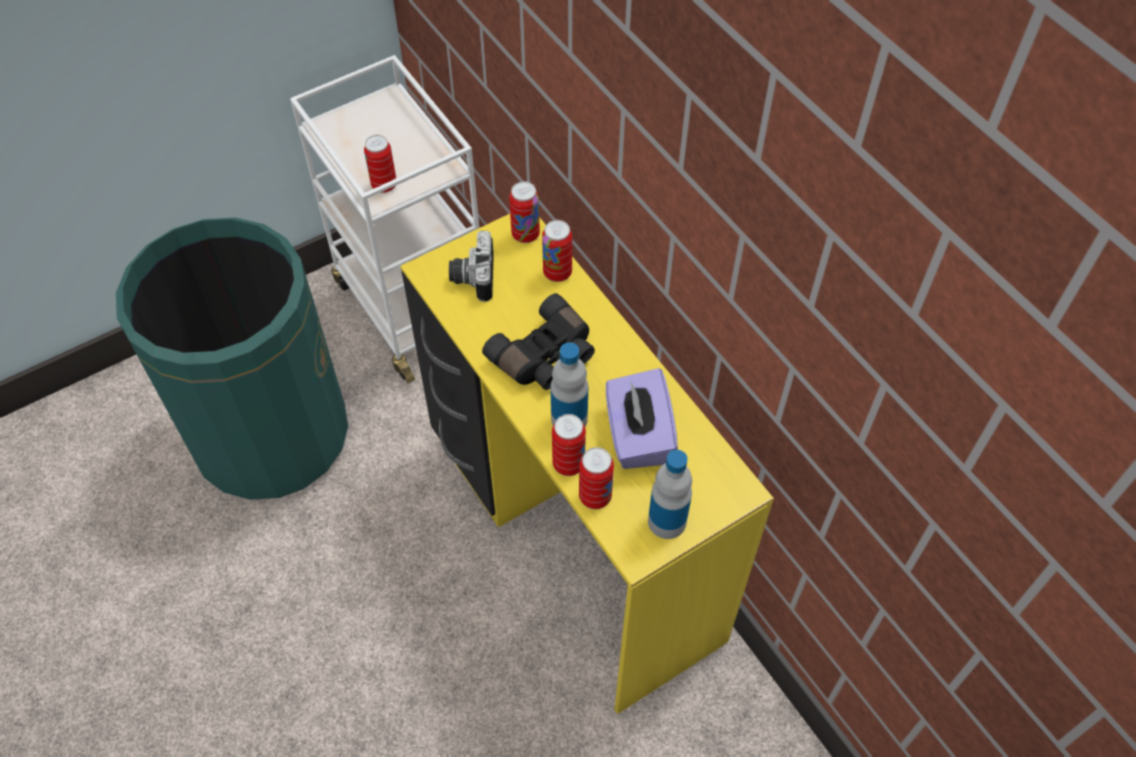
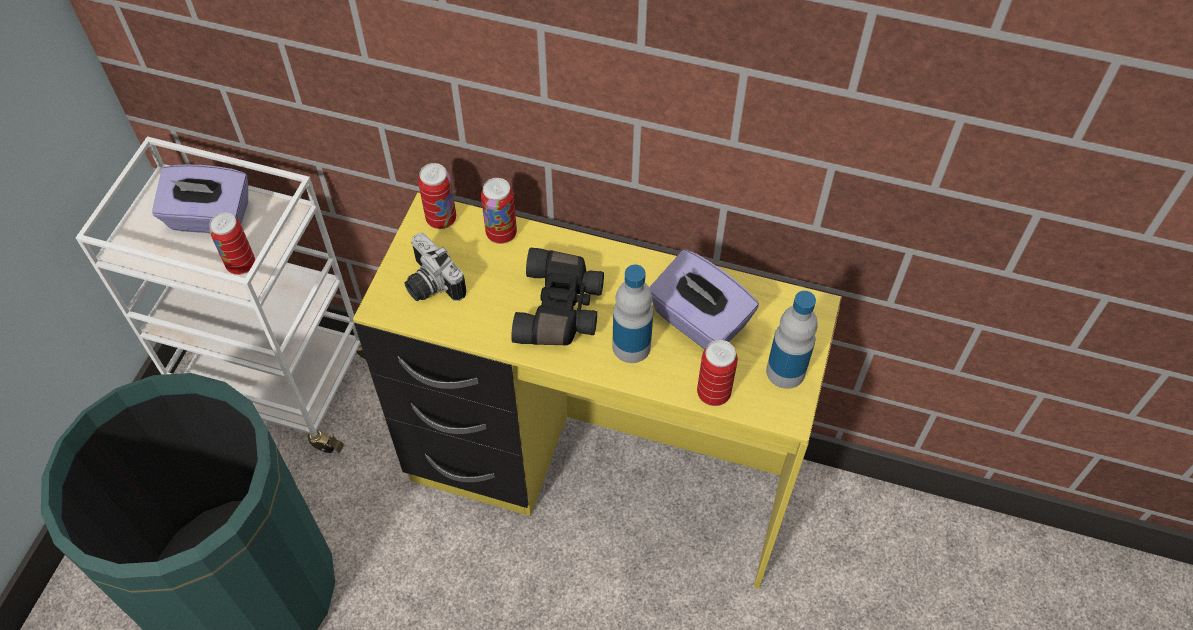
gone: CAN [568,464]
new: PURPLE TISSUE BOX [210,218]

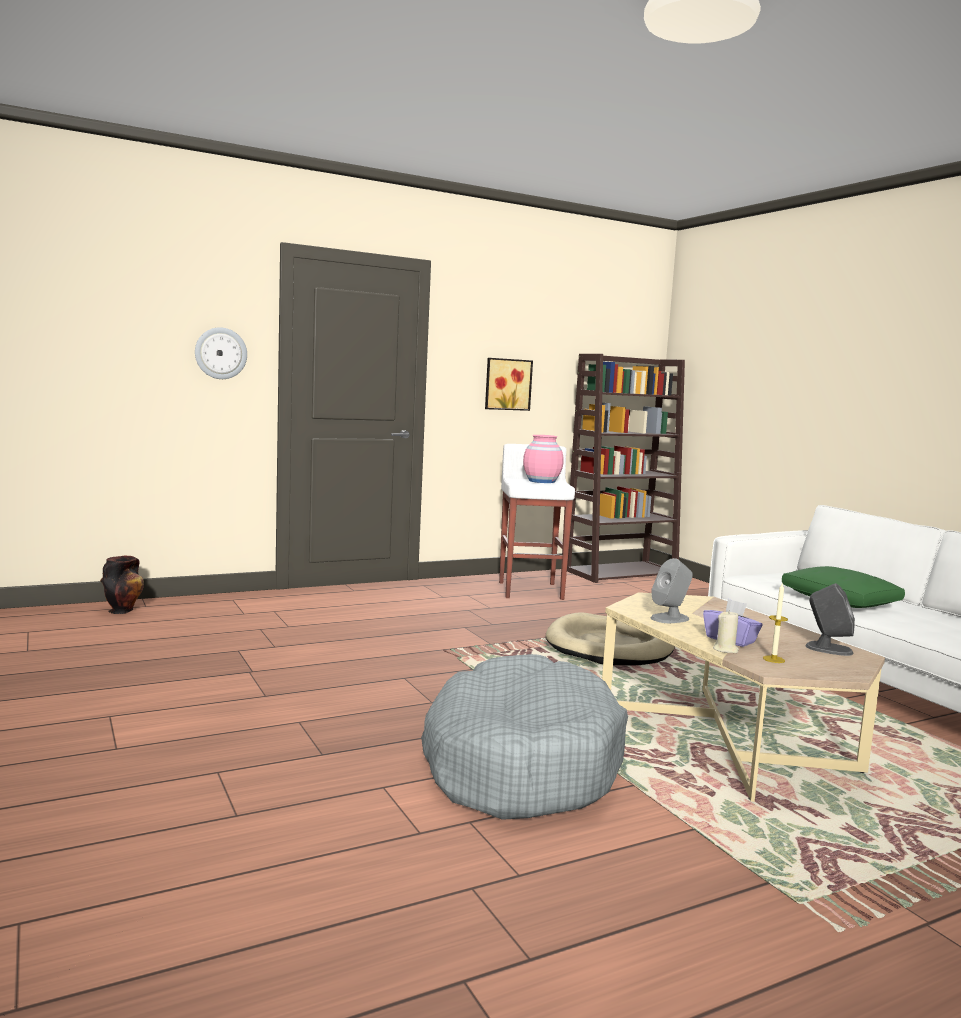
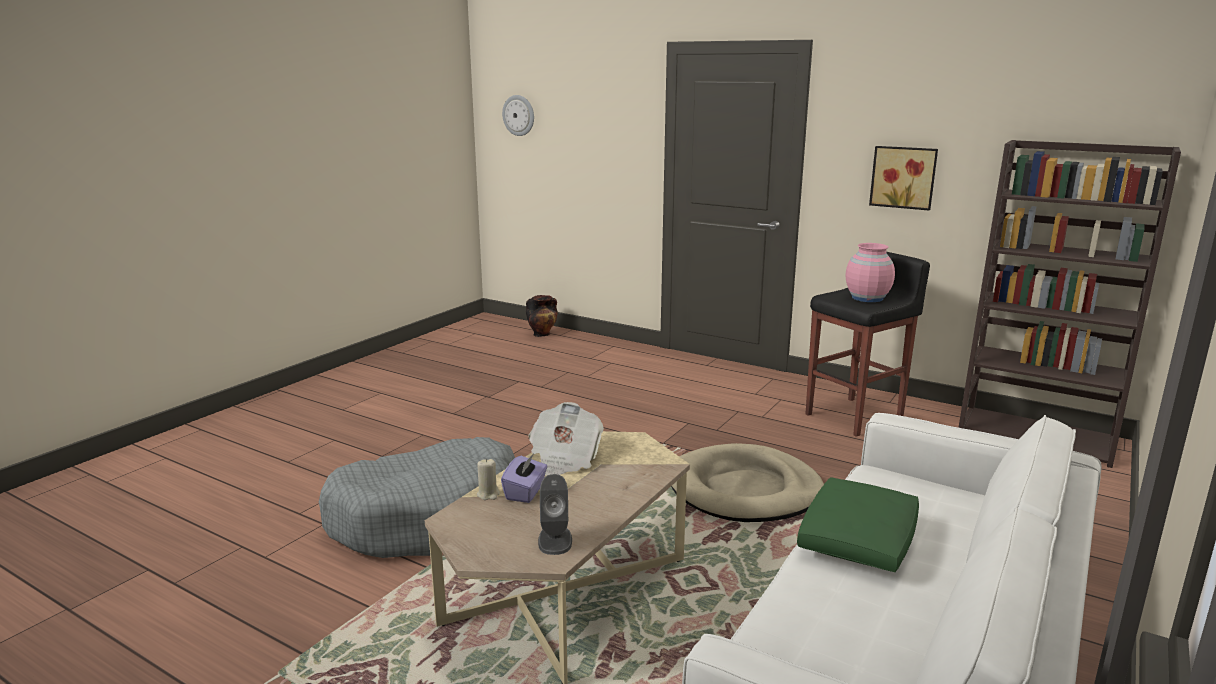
gone: CANDLE [773,659]
shifted: WALL CLOCK [221,353] to [519,115]
swapped: GREY SPEAKER [670,618] to NEWSPAPER [564,458]
repainted: WHITE STOOL [531,590] to BLACK STOOL [855,416]

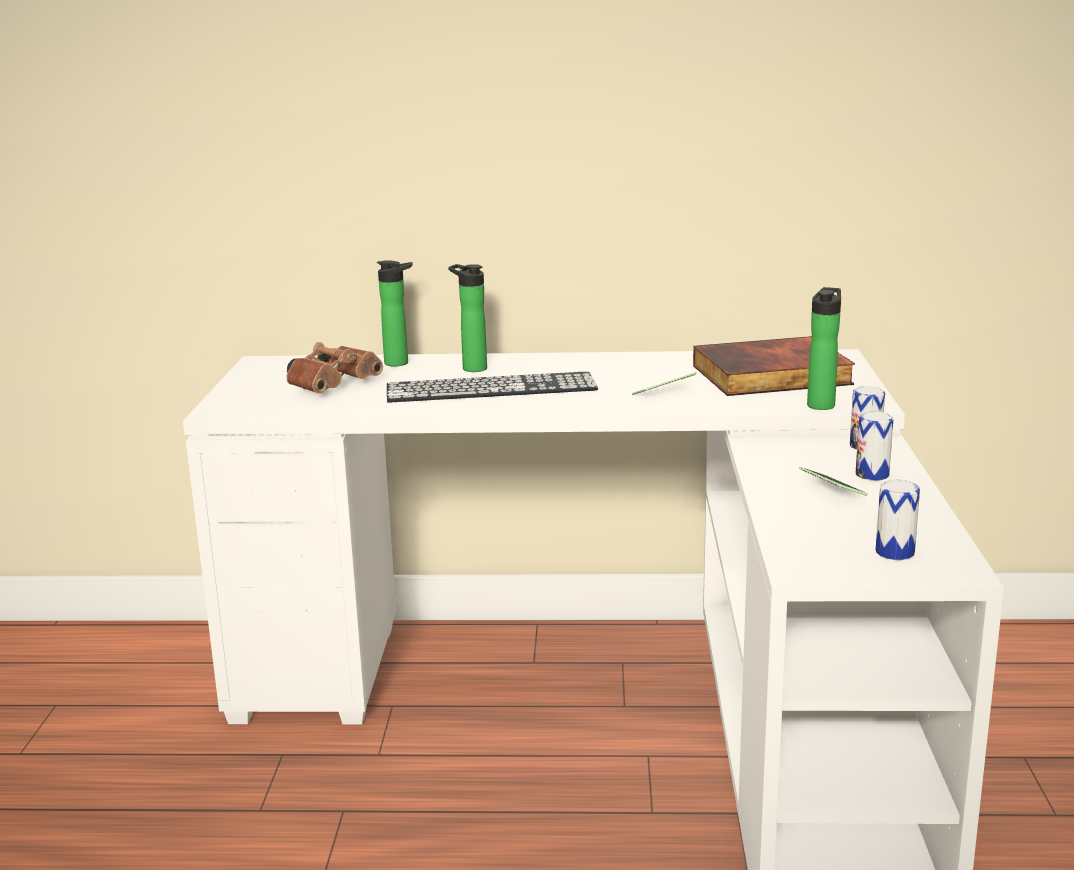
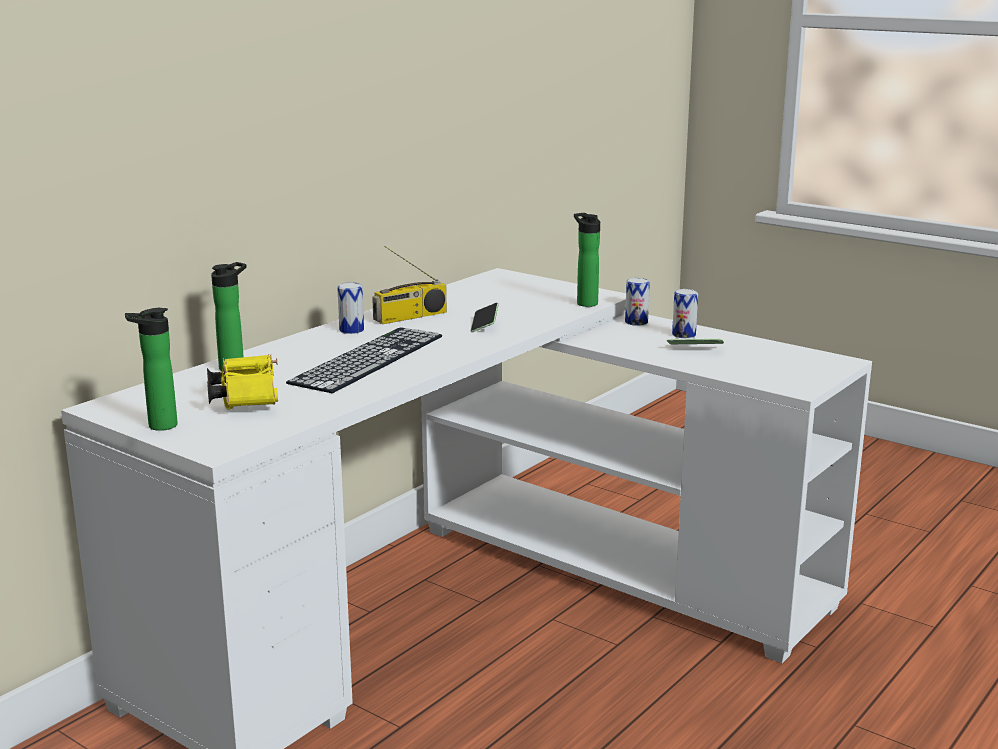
gone: BOOK [771,376]
new: RADIO [410,317]
shifted: BOTTLE [471,368] to [158,426]; CAN [894,552] to [351,330]
repainted: BROWN BINOCULARS [335,386] to YELLOW BINOCULARS [245,399]

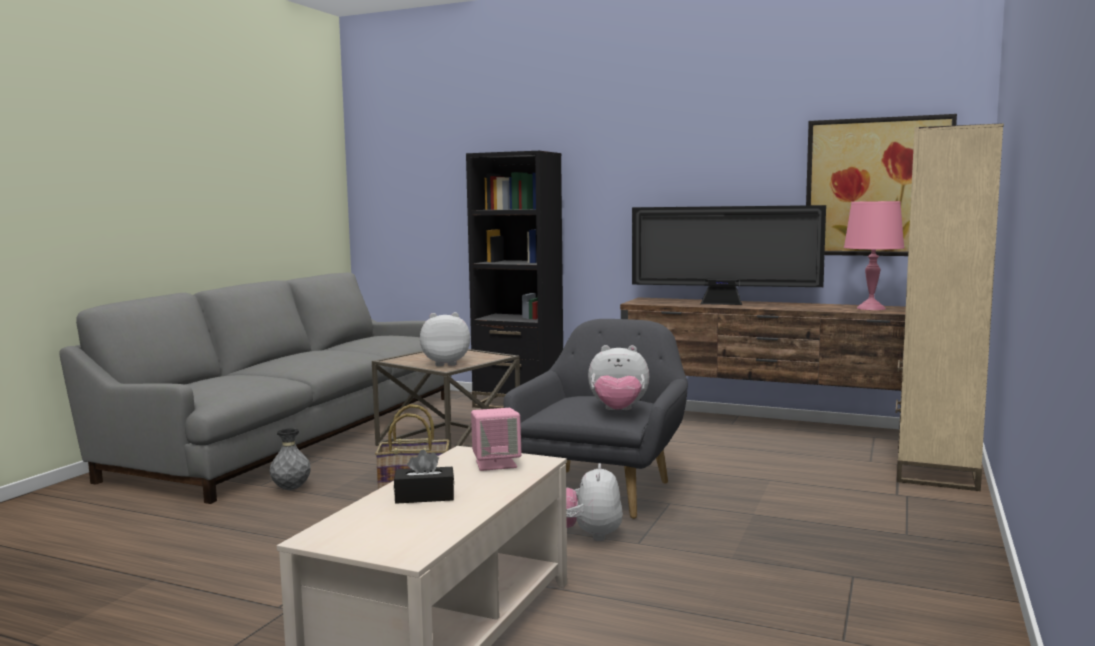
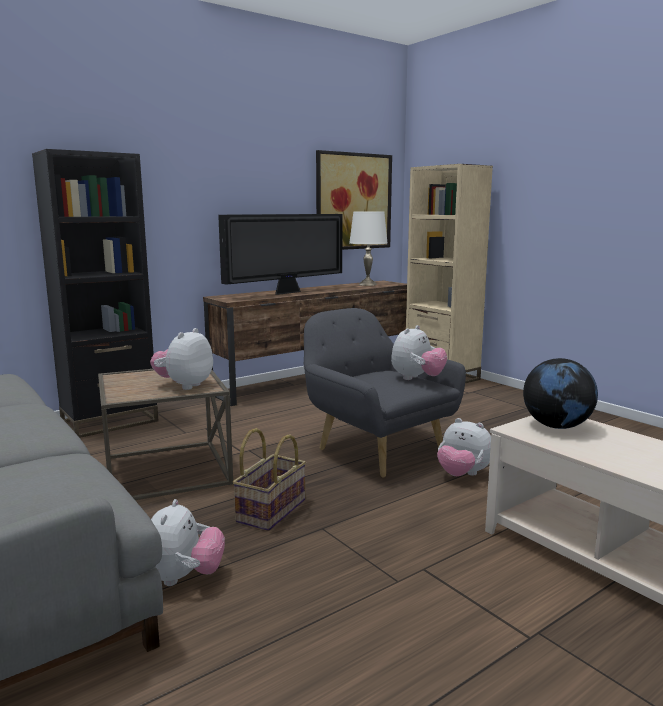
gone: BLACK TISSUE BOX [424,496]
swapped: GREY VASE [291,489] to PLUSH TOY [184,578]; PINK SPEAKER [496,464] to GLOBE [557,426]
repainted: PINK TABLE LAMP [870,308] to WHITE TABLE LAMP [367,284]

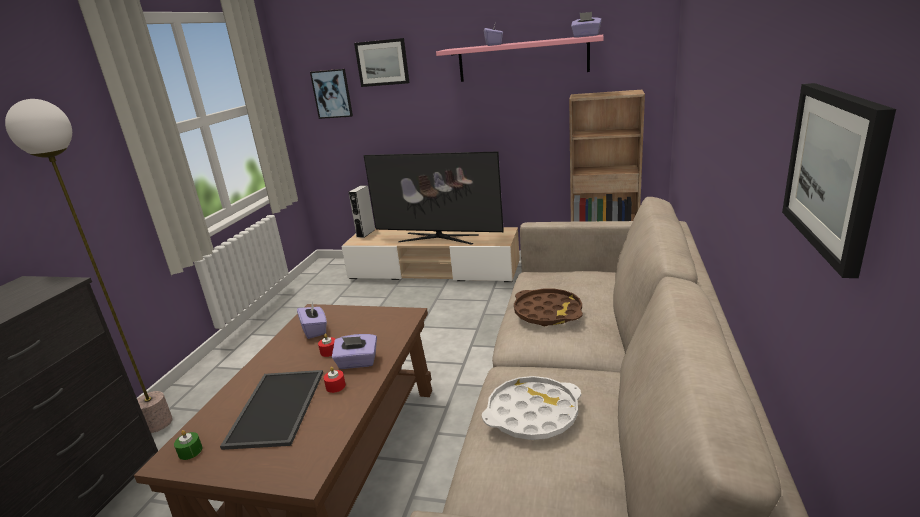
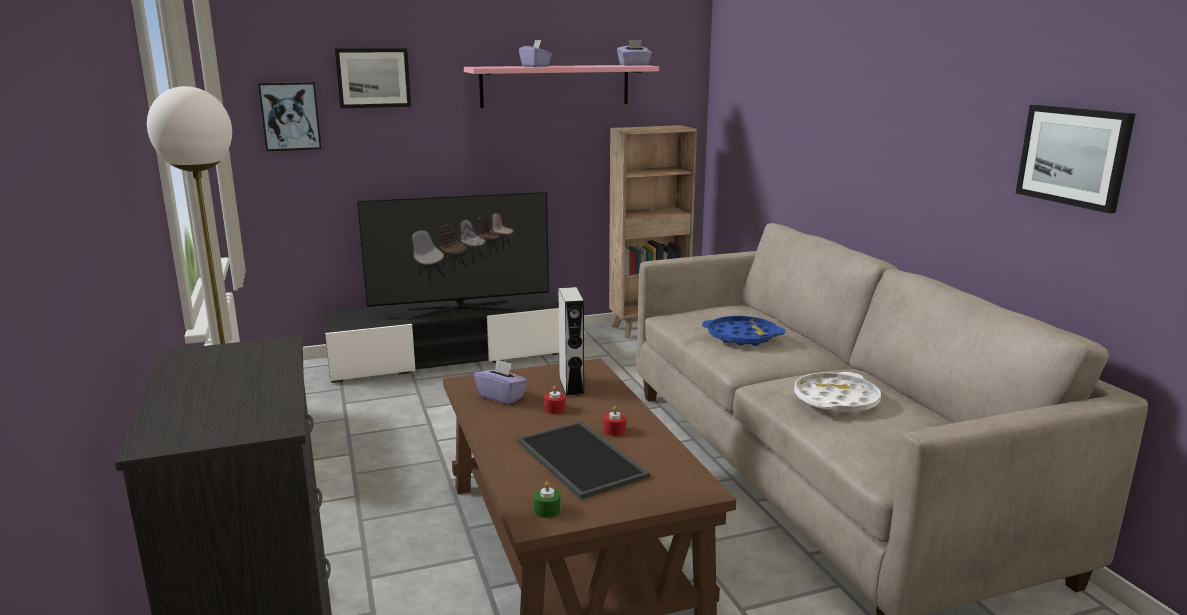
gone: PURPLE TISSUE BOX [357,362]
shifted: GREY SPEAKER [366,233] to [571,386]
repainted: BEIGE TV STAND [433,270] to BLACK TV STAND [447,357]; BROWN TRAY [547,312] to BLUE TRAY [742,337]

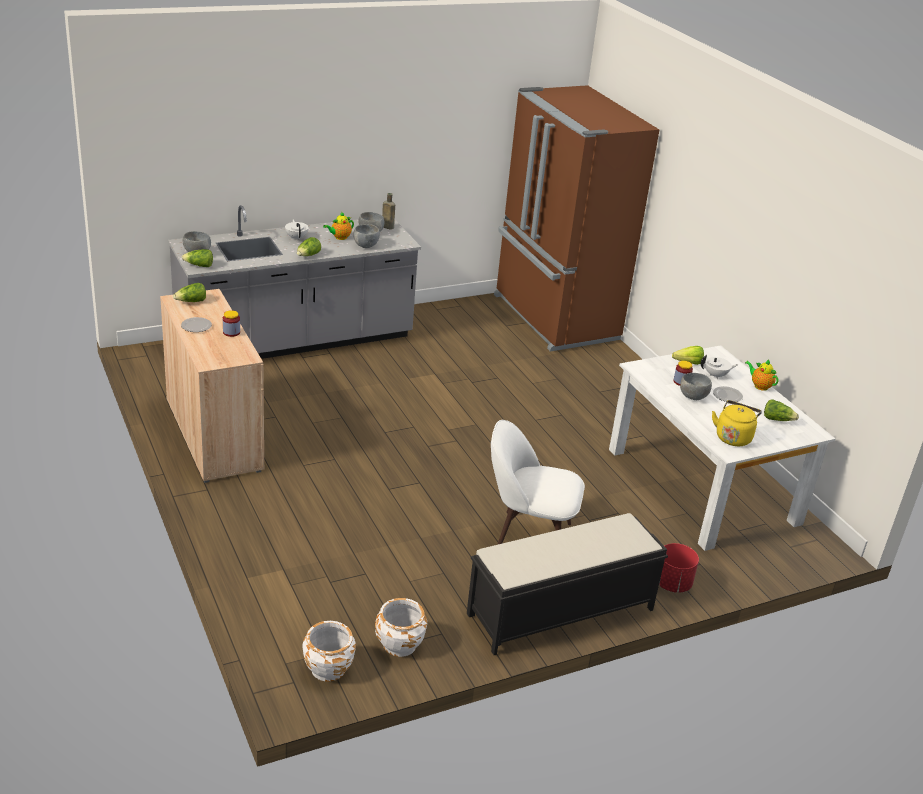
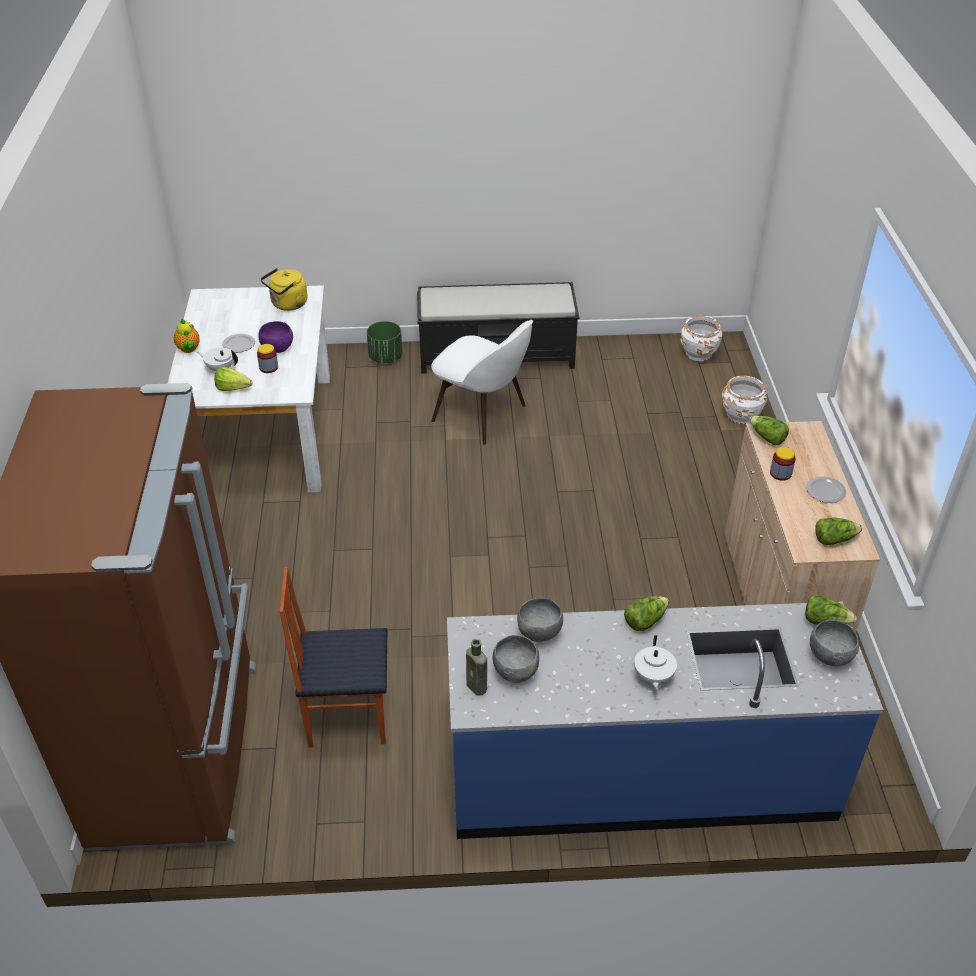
gone: TEAPOT [339,237]
new: CHAIR [347,717]
shifted: WHITE PLANTER [399,644] to [741,415]; LETTUCE [777,419] to [767,438]
repainted: GREY COUNTER [295,341] to BLUE COUNTER [639,775]; RED PLANTER [672,584] to GREEN PLANTER [386,357]; GREY BOWL [693,397] to PURPLE BOWL [277,348]

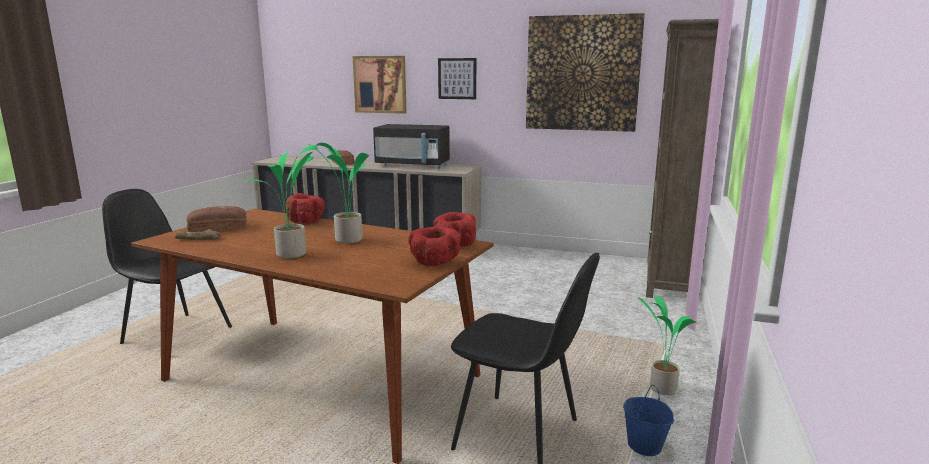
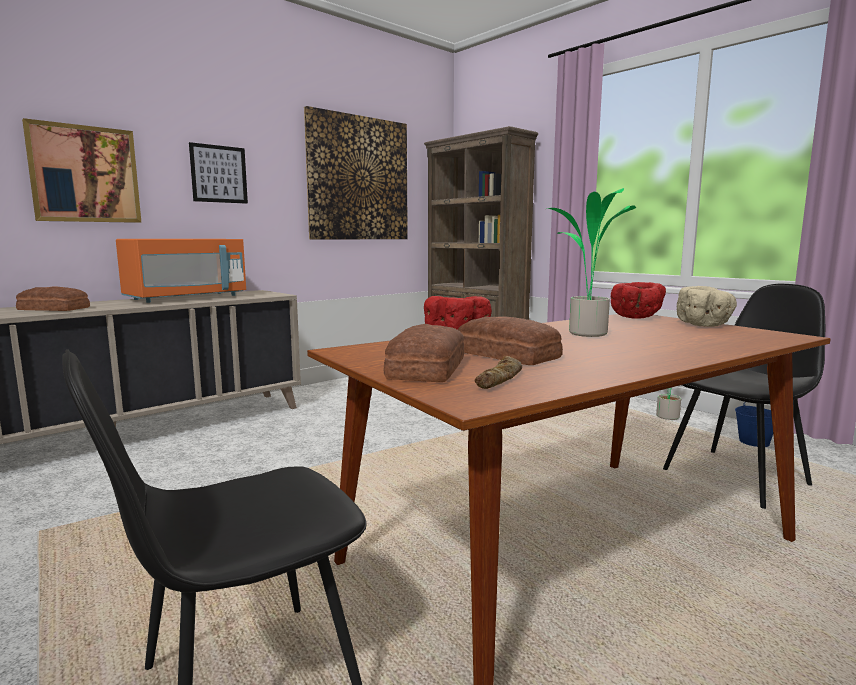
gone: POTTED PLANT [292,255]
new: BREAD [507,355]
repainted: BLACK MICROWAVE [413,165] to ORANGE MICROWAVE [186,298]; RED BOWL [434,263] to BEIGE BOWL [704,325]

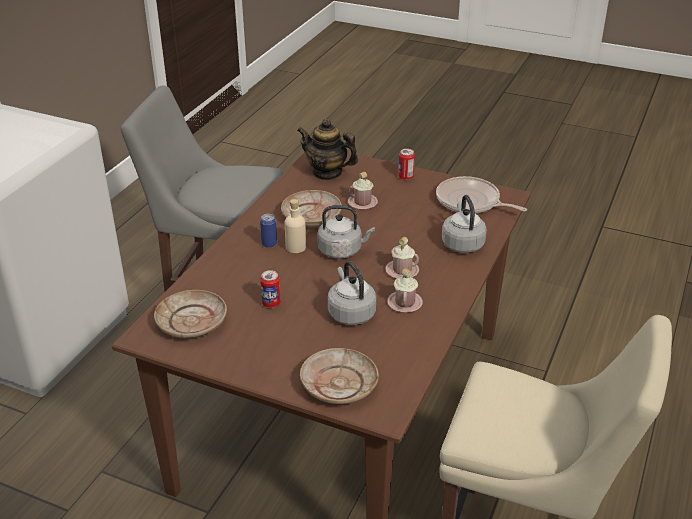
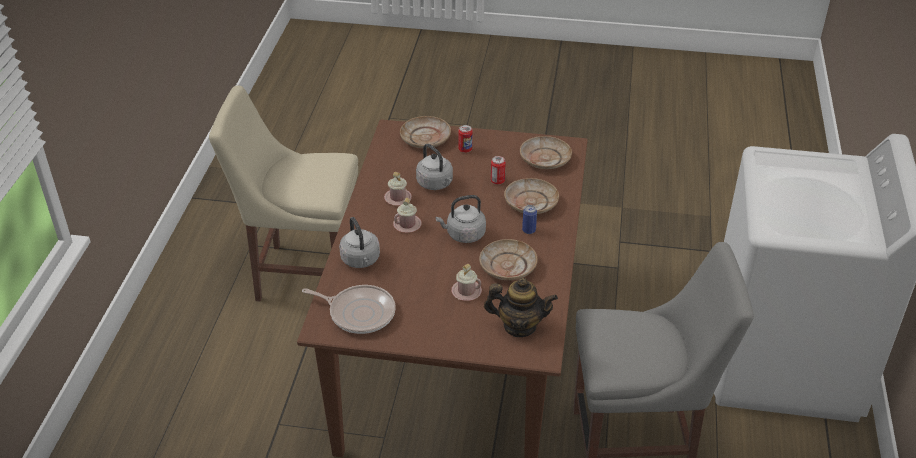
gone: BEIGE BOTTLE [295,247]
new: BEIGE PLATE [530,202]
shifted: CAN [406,177] to [465,149]

